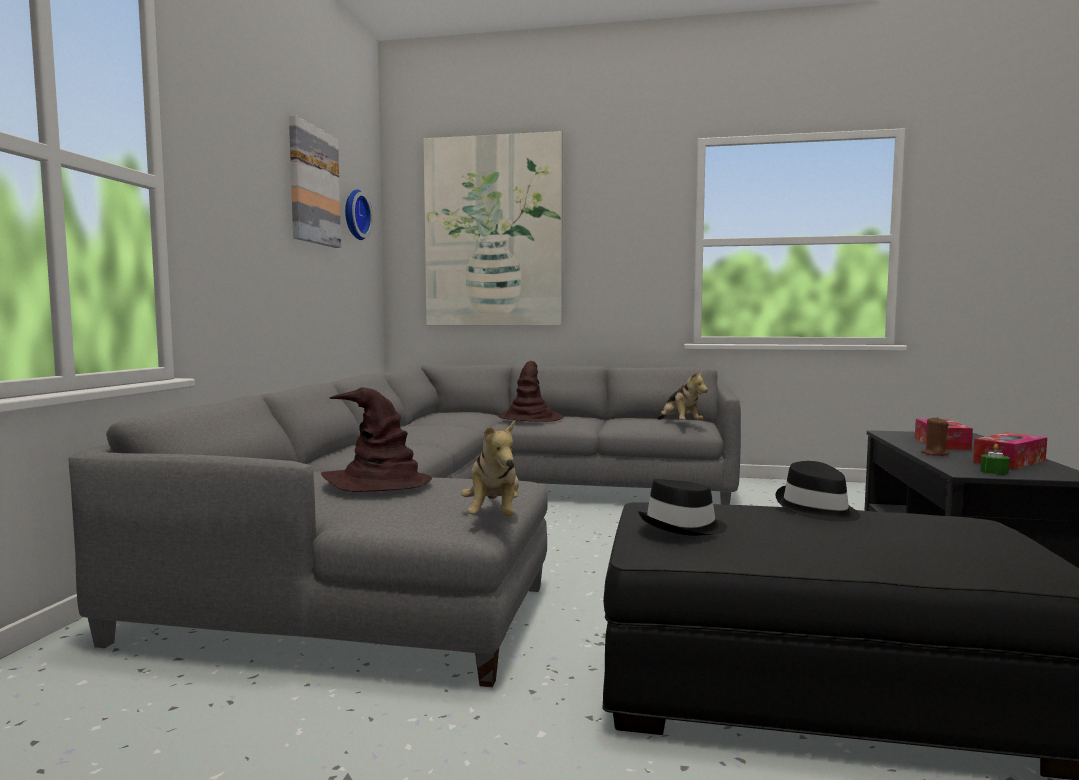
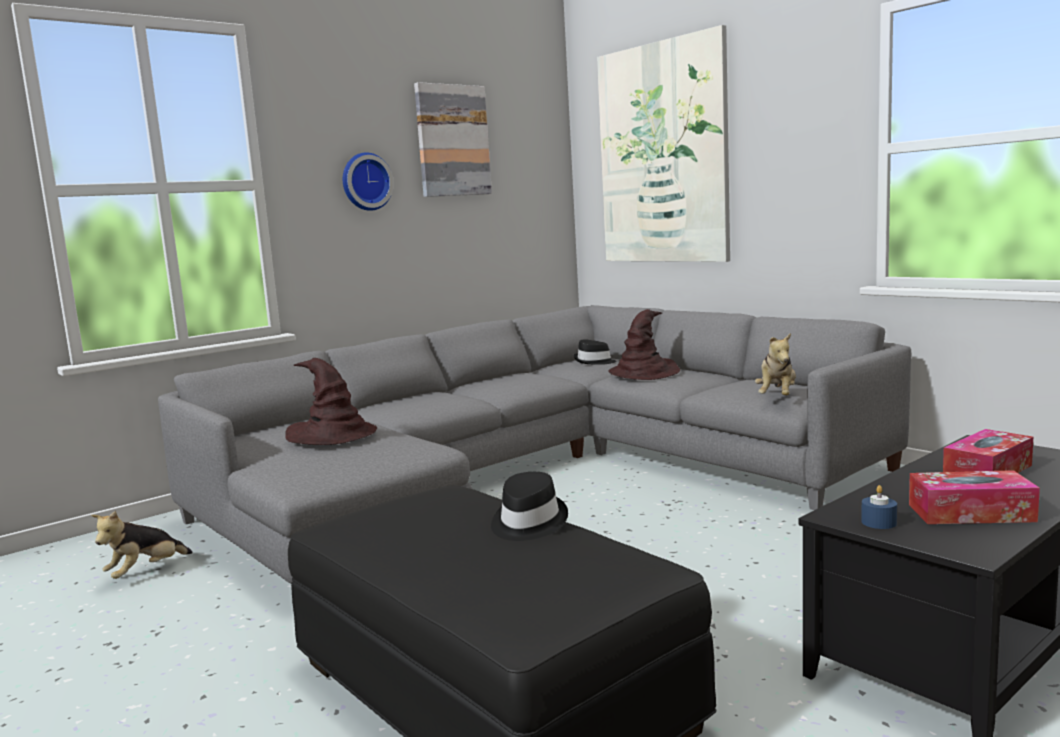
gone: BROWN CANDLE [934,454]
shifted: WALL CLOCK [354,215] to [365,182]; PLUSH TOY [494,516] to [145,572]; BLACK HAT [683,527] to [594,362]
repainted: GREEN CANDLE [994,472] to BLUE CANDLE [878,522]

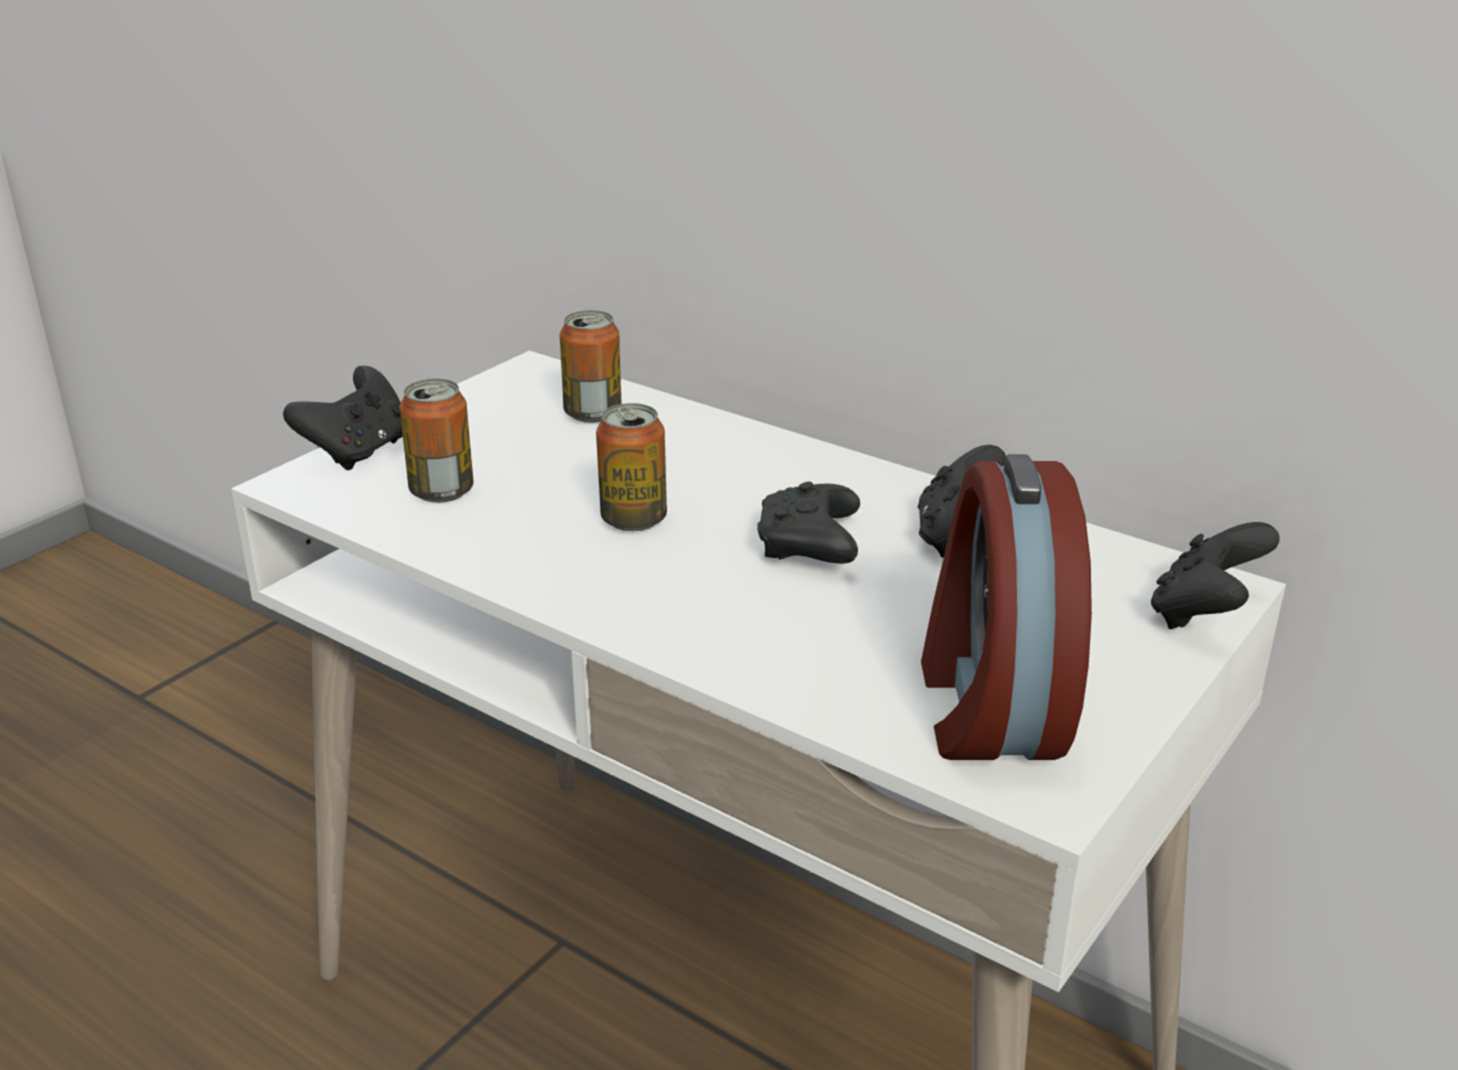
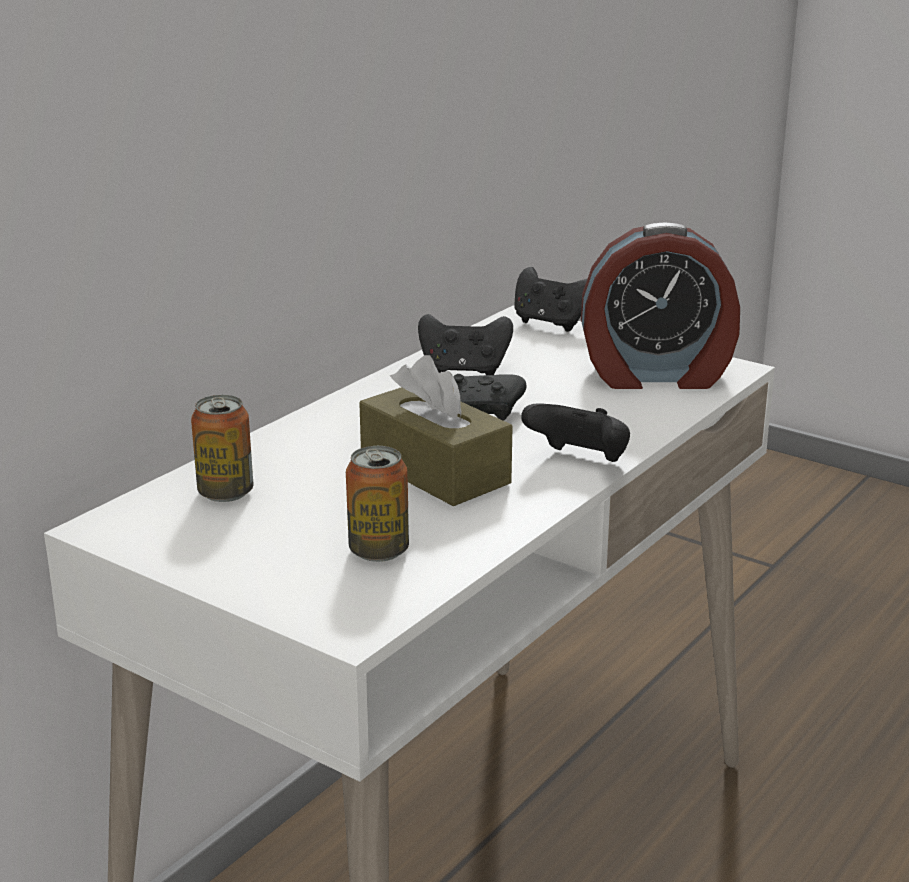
shifted: BLACK GAME CONTROLLER [358,452] to [579,461]
swapped: CAN [633,519] to BROWN TISSUE BOX [434,470]

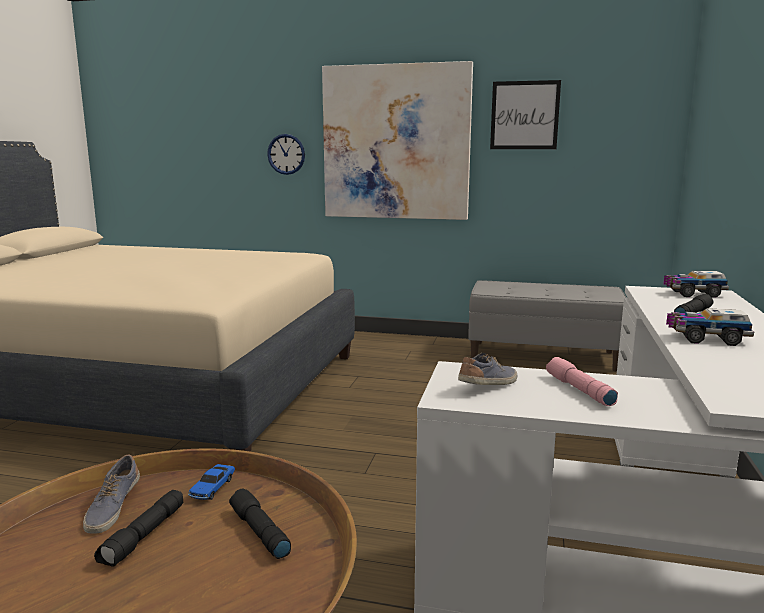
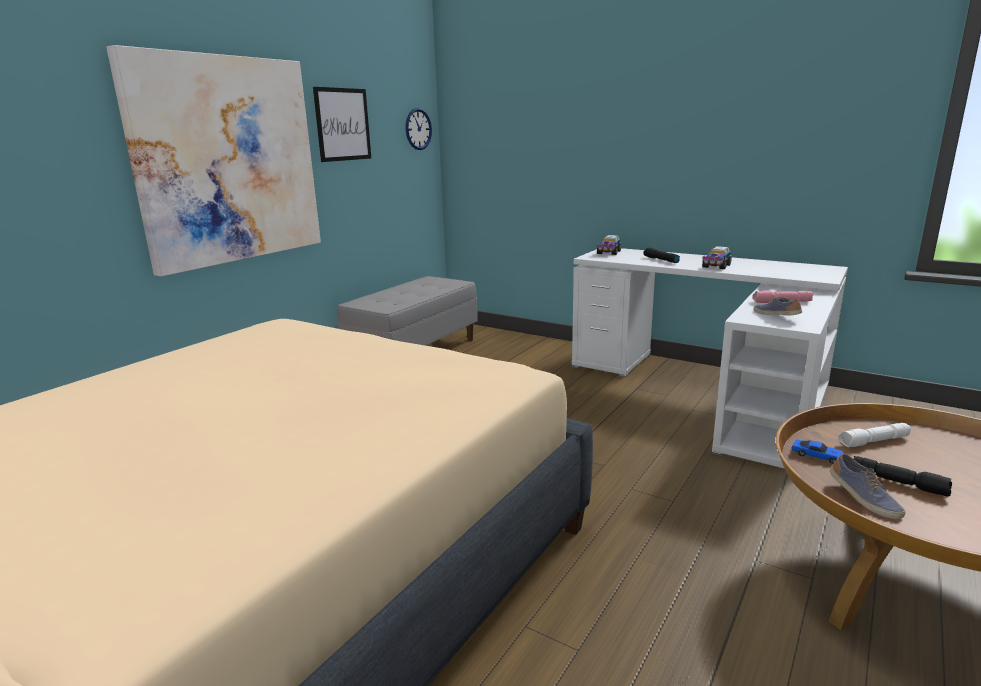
shifted: WALL CLOCK [286,154] to [418,129]
repainted: BLACK FLASHLIGHT [258,532] to WHITE FLASHLIGHT [874,442]
rotated: SHOE [112,508] = [863,498] 45 degrees clockwise

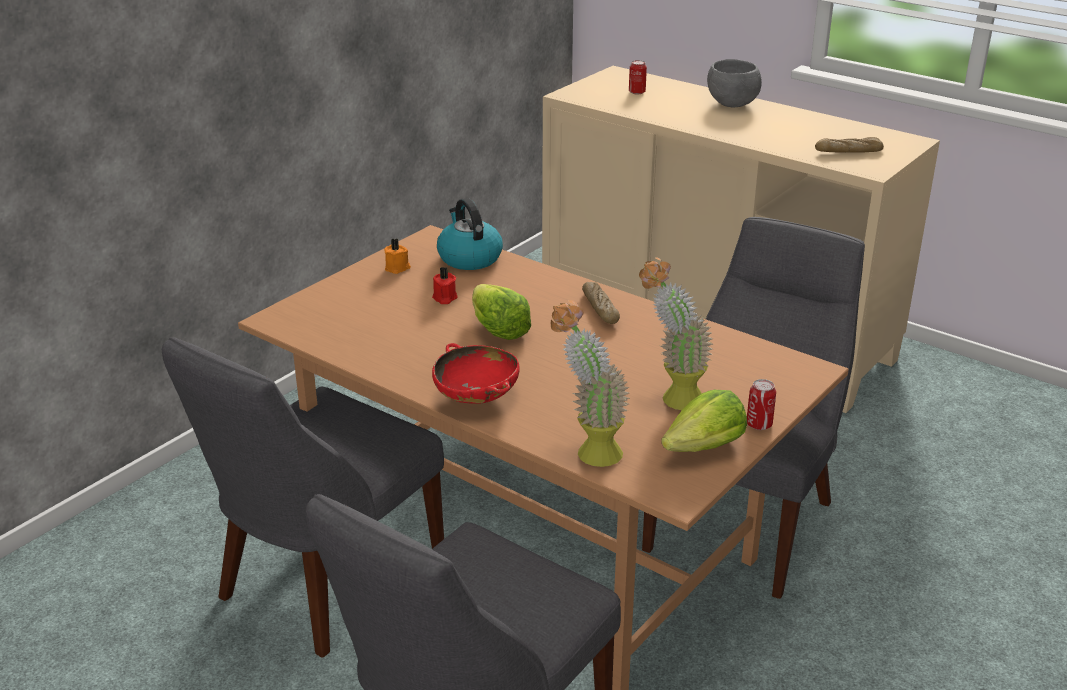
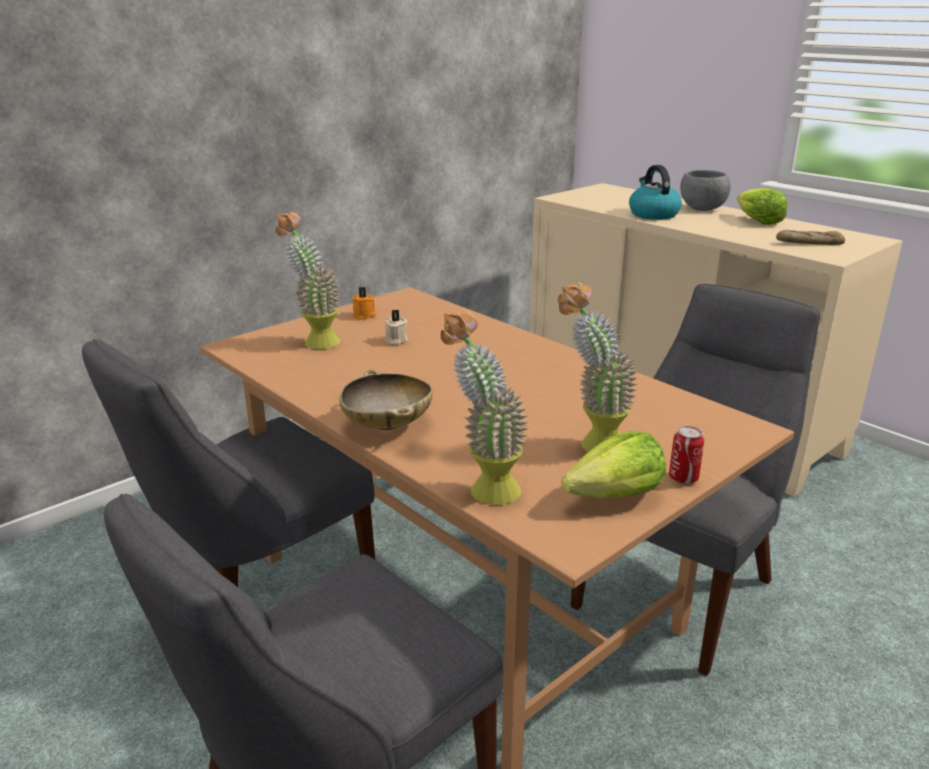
gone: BREAD [600,309]; CAN [637,92]
new: POTTED PLANT [314,341]
shifted: KETTLE [469,258] to [653,214]; LETTUCE [498,329] to [757,221]
repainted: RED CANDLE [444,298] to BEIGE CANDLE [395,340]; RED BOWL [476,397] to BEIGE BOWL [387,424]

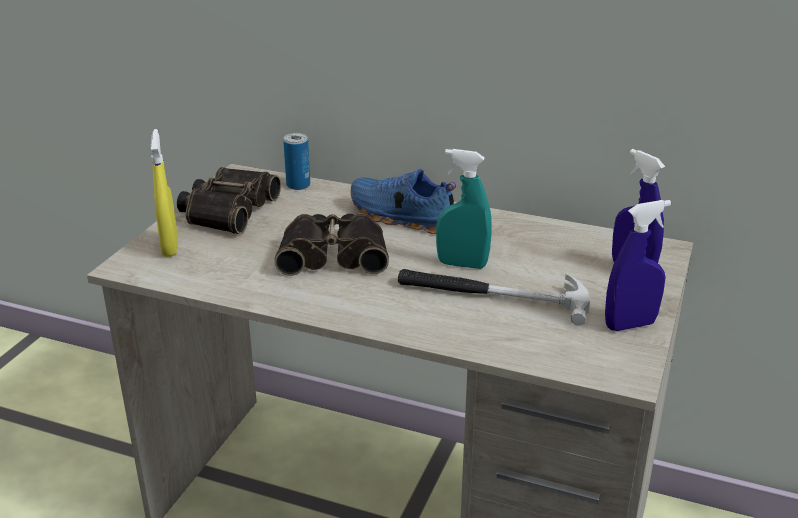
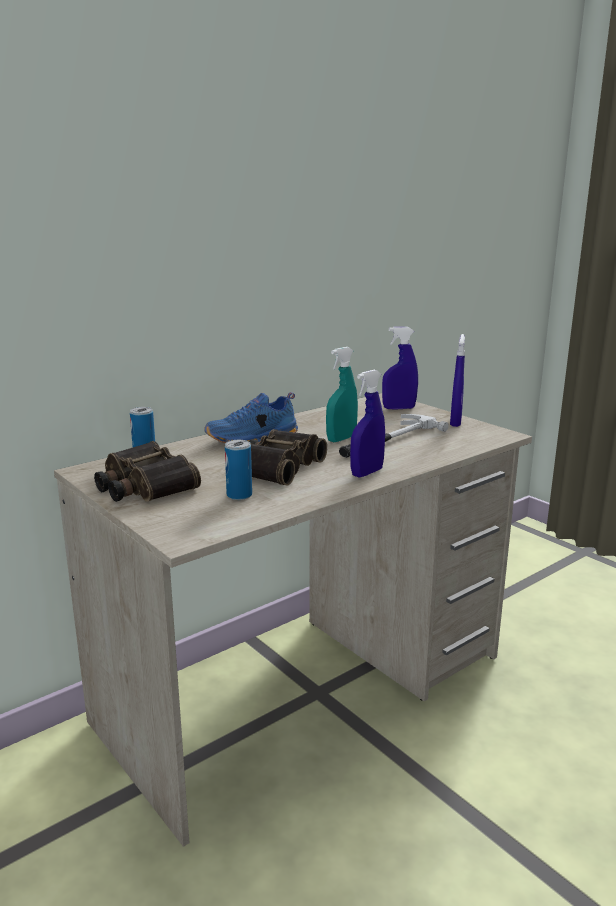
gone: YELLOW SPRAY BOTTLE [170,247]
new: CAN [239,495]; BLUE SPRAY BOTTLE [367,473]

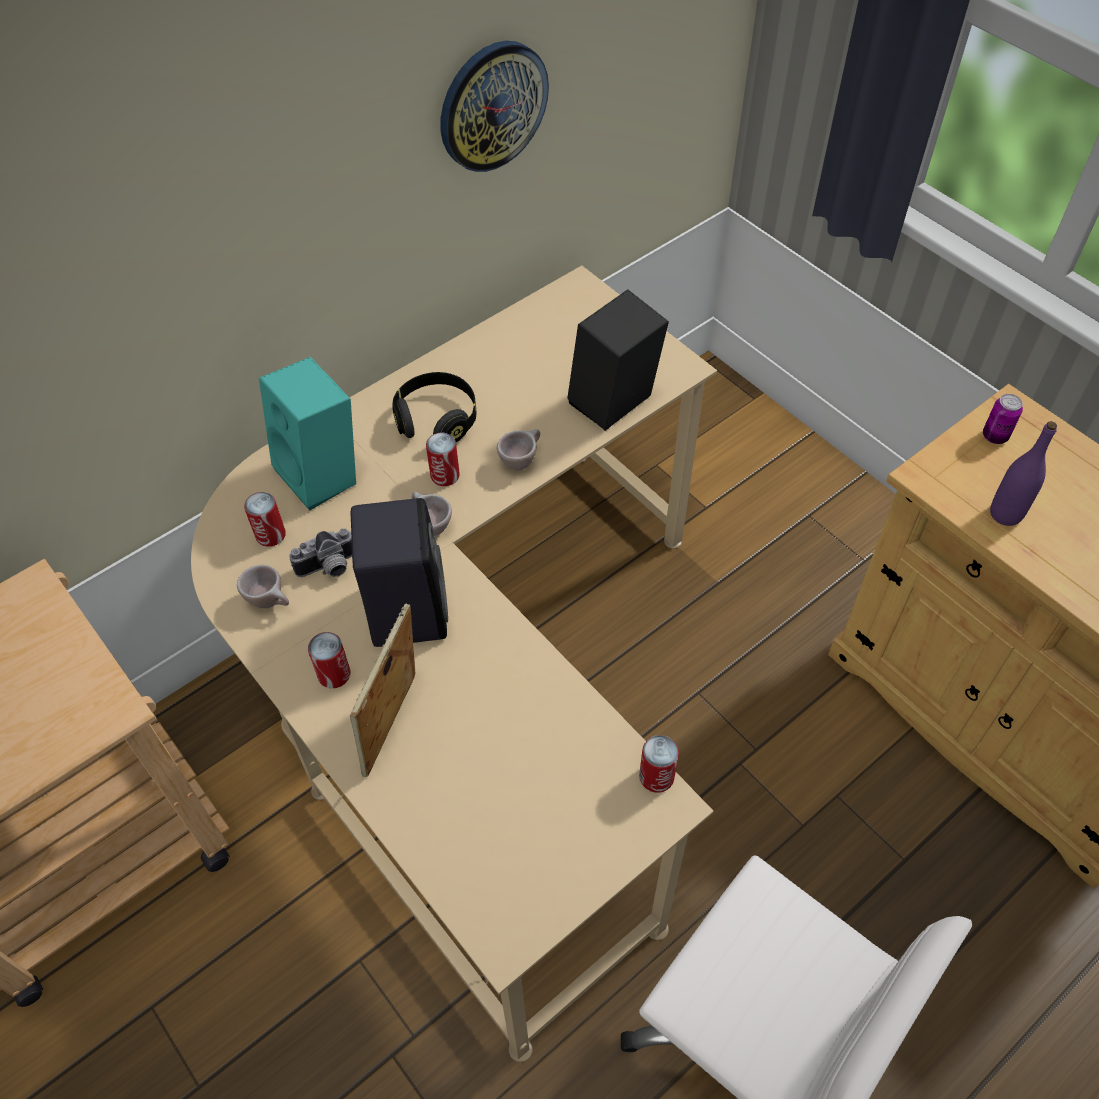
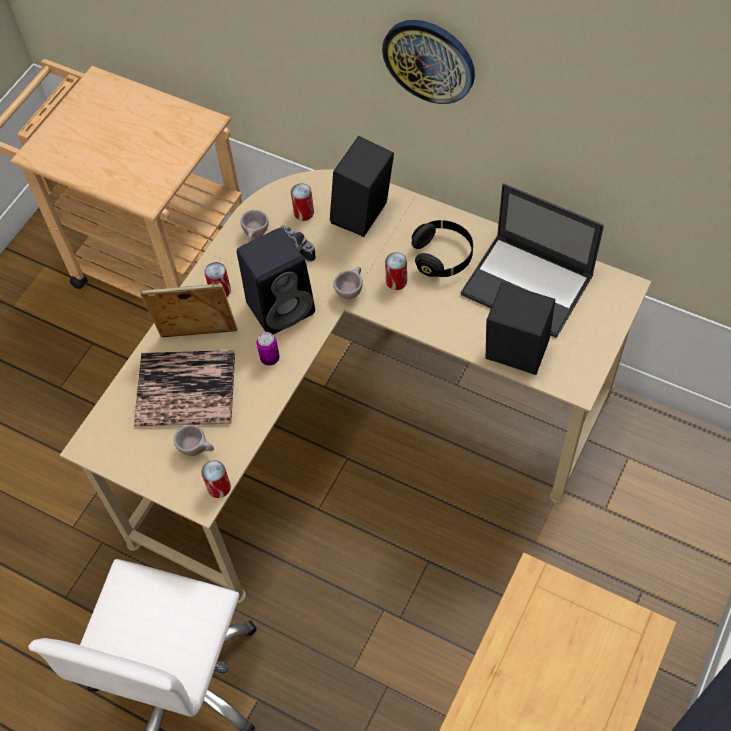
gone: PURPLE BOTTLE [1005,514]
new: BOOK [186,390]; LAPTOP [528,285]
shifted: WALL CLOCK [492,106] to [429,60]; BEIGE CUP [521,460] to [197,449]; CAN [995,436] to [270,358]
repainted: TURQUOISE SPEAKER [323,474] to BLACK SPEAKER [363,217]

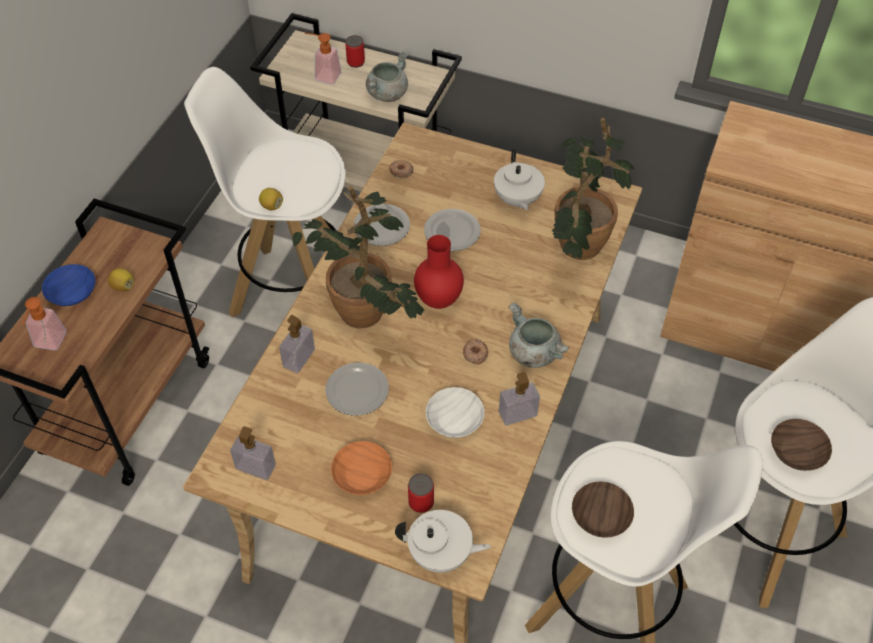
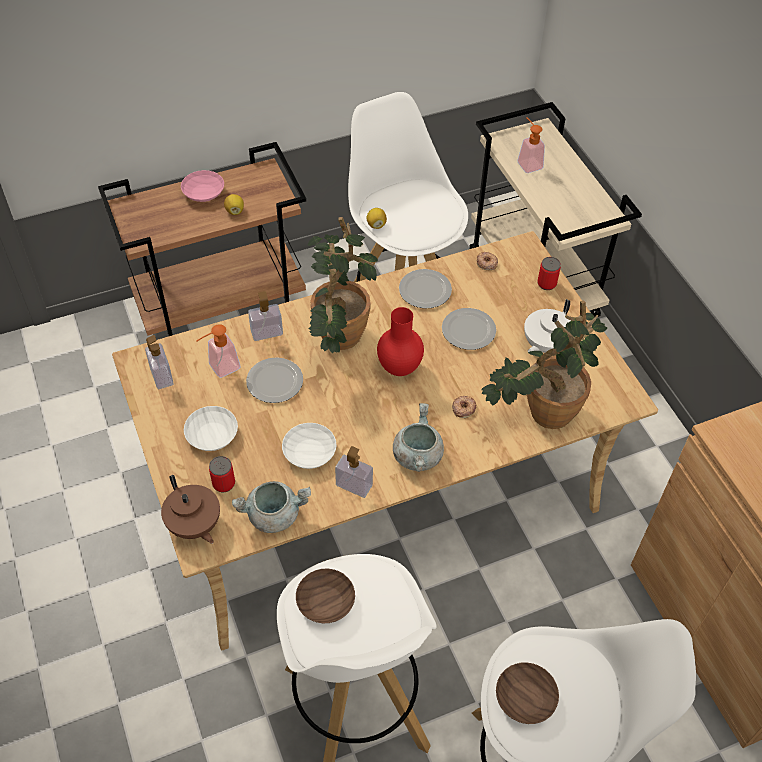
shifted: SOAP DISPENSER [48,344] to [219,368]; CAN [356,62] to [546,284]; GREY COOKING POT [387,93] to [274,515]; DONUT [475,353] to [463,408]
repainted: BLUE BOWL [71,293] to PINK BOWL [202,193]; ORANGE BOWL [364,475] to WHITE BOWL [212,436]; WHITE TEAPOT [441,555] to BROWN TEAPOT [194,525]

